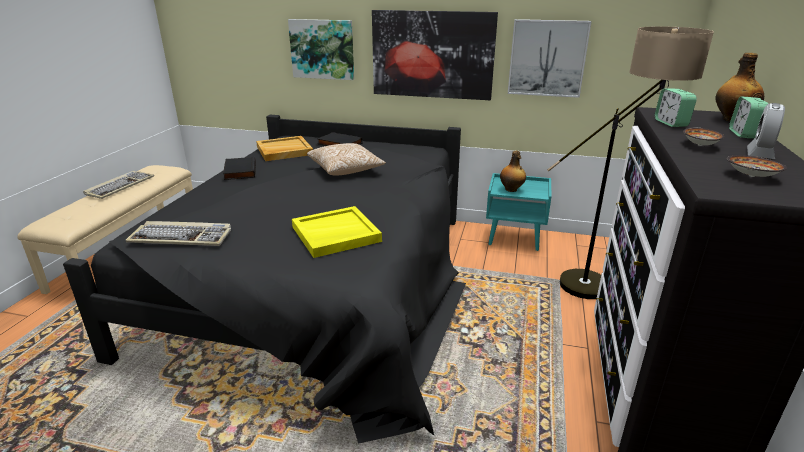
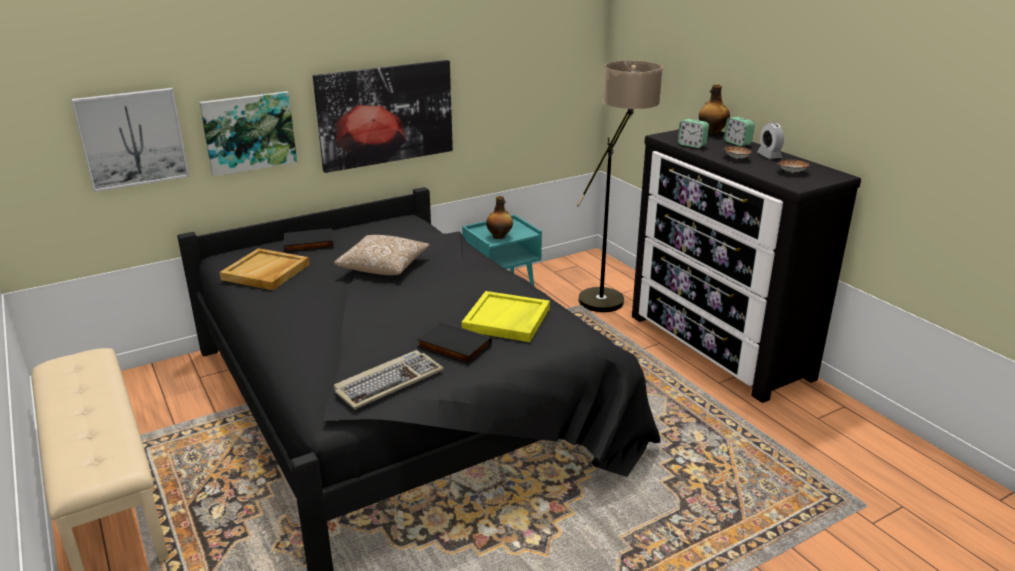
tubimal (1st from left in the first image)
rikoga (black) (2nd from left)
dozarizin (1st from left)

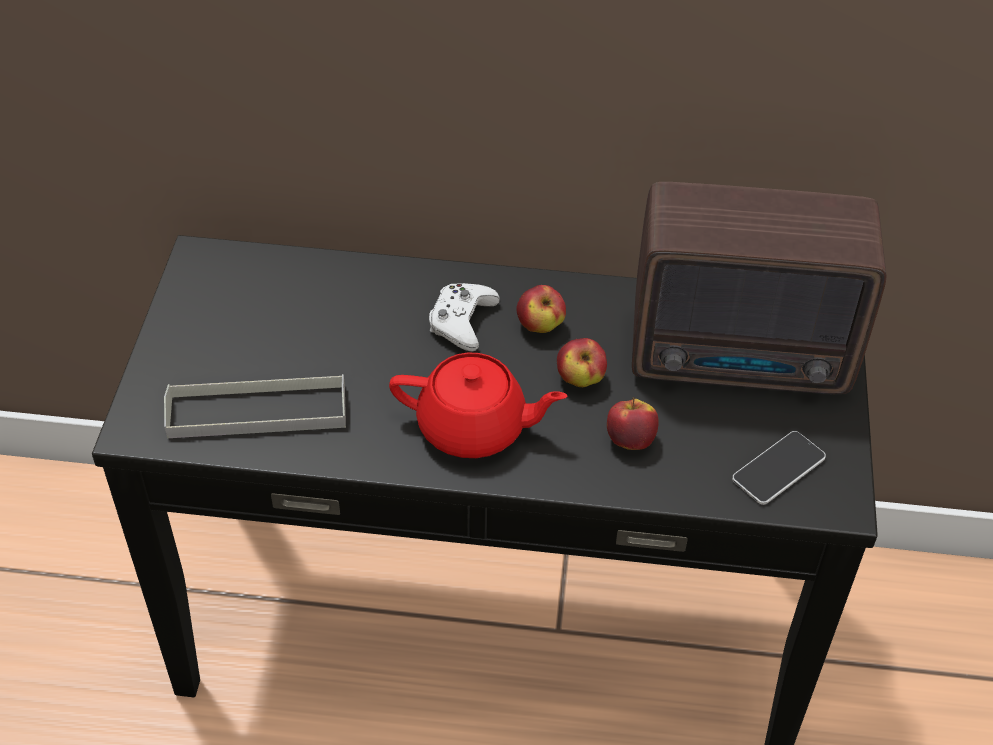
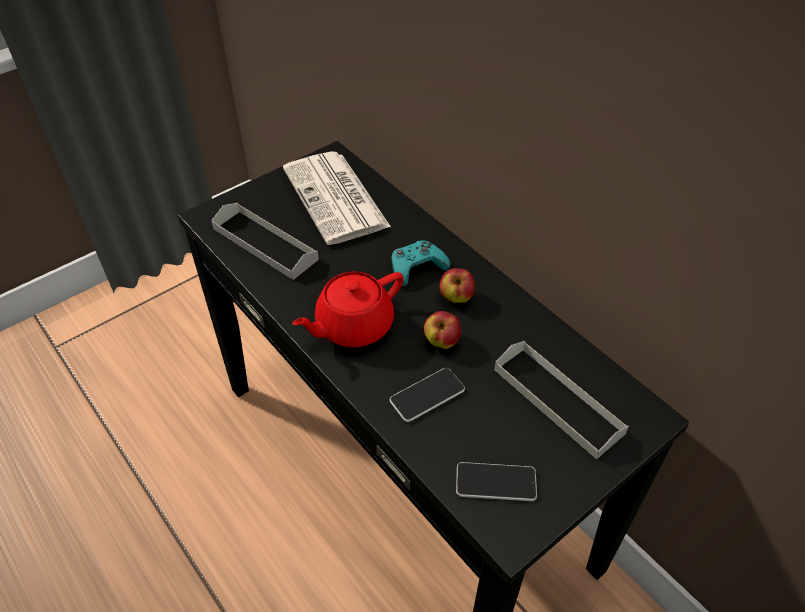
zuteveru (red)
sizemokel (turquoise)
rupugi (1st from left)
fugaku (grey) (2nd from left)
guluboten

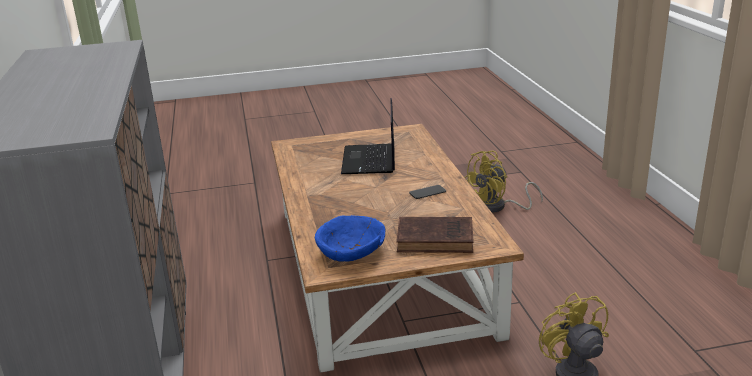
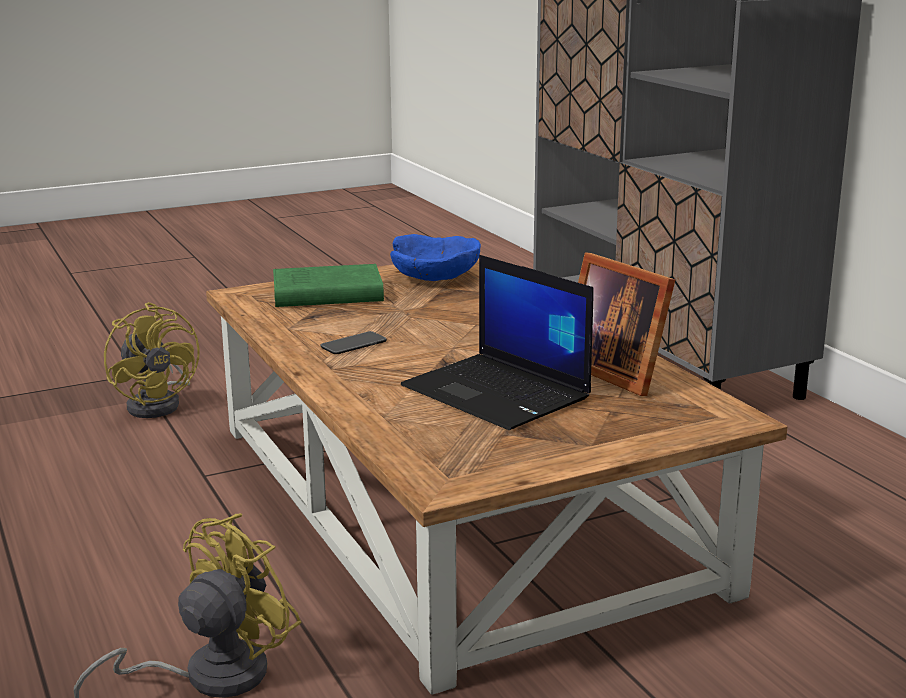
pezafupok
rikoga (green)
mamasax

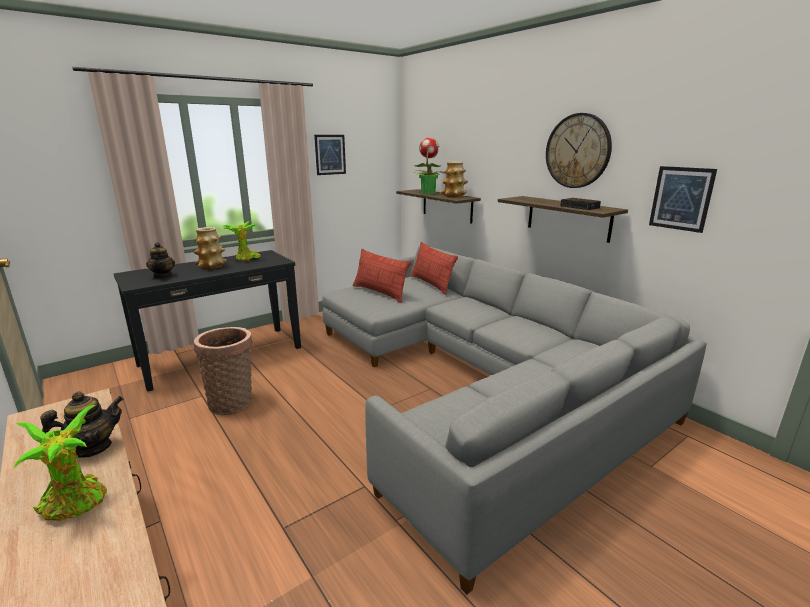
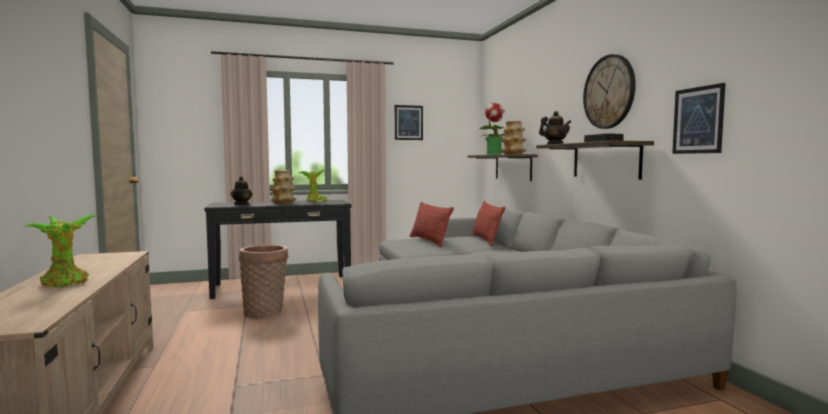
zuteveru (2nd from left)

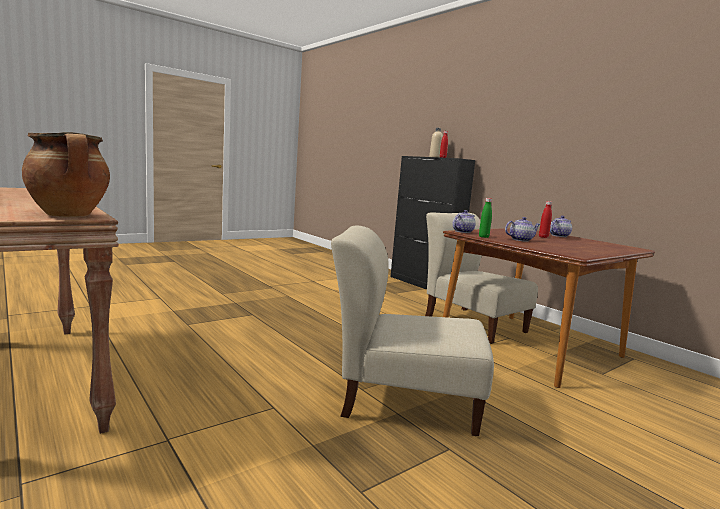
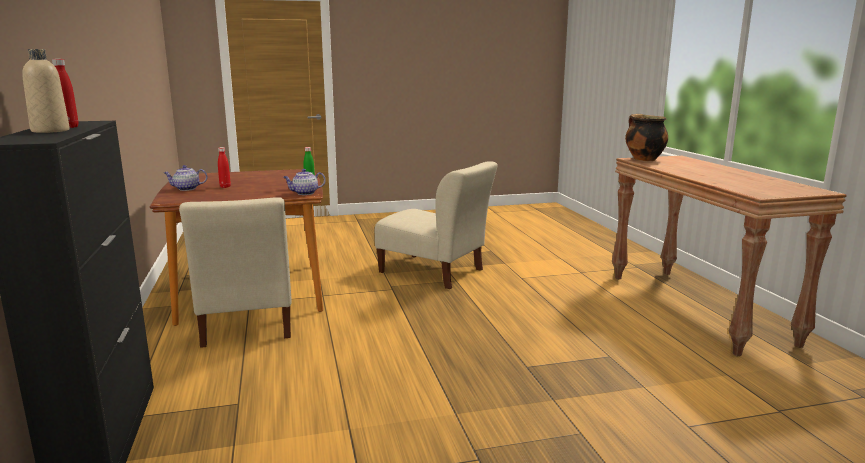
zuteveru (2nd from left in the first image)

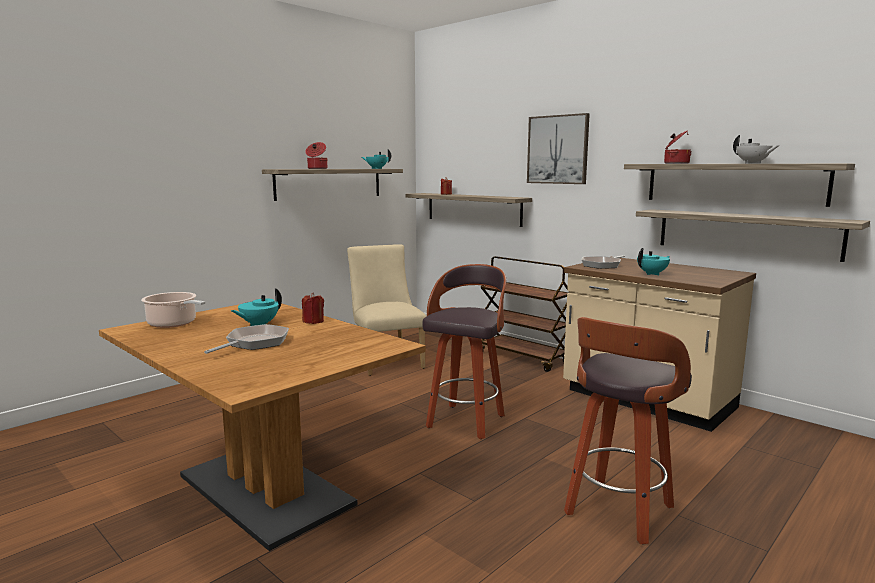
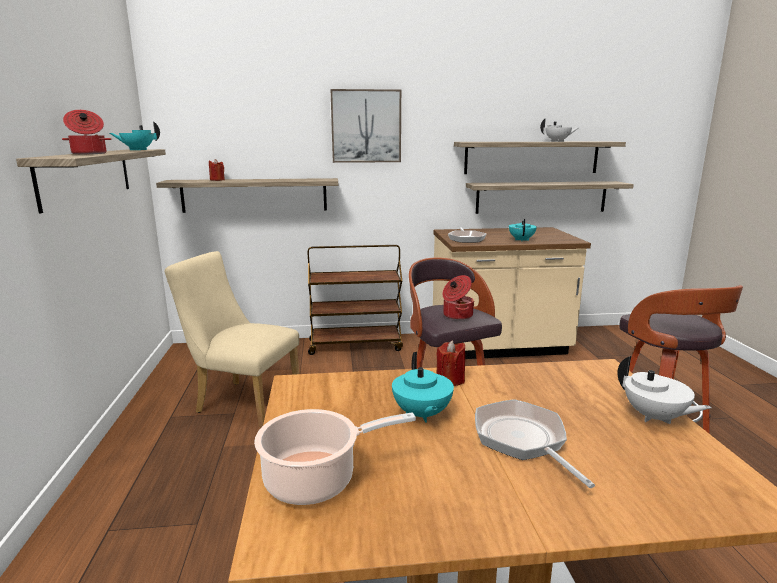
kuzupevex (3rd from left)
zuteveru (white) (2nd from left)

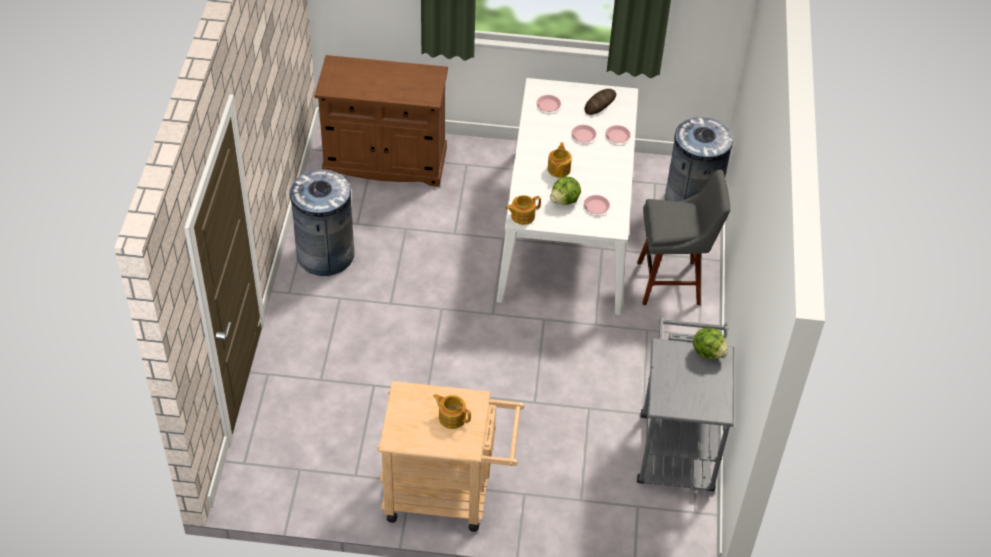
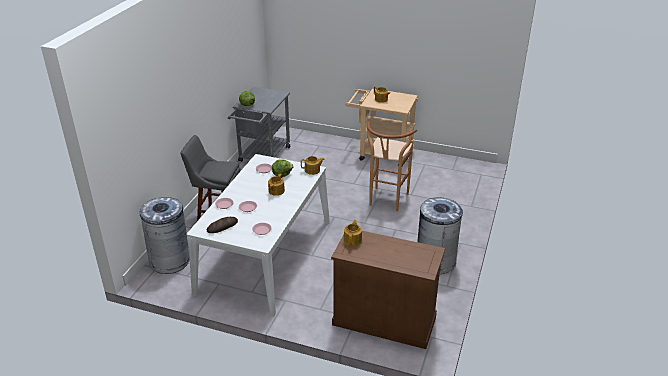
zuteveru (3rd from left)
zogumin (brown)

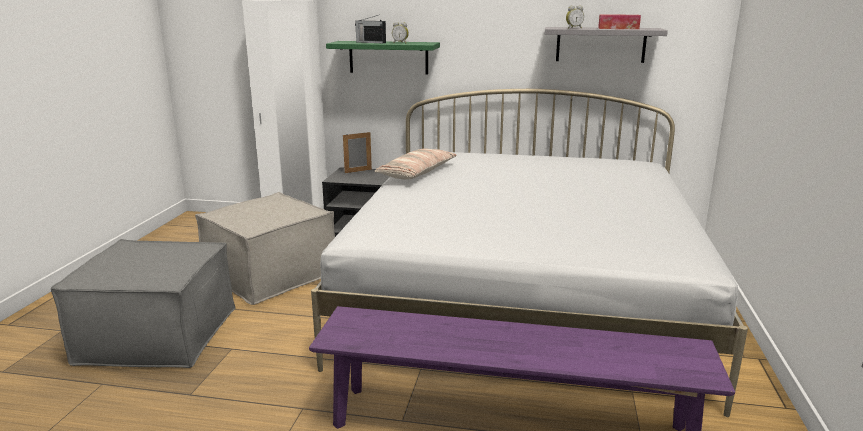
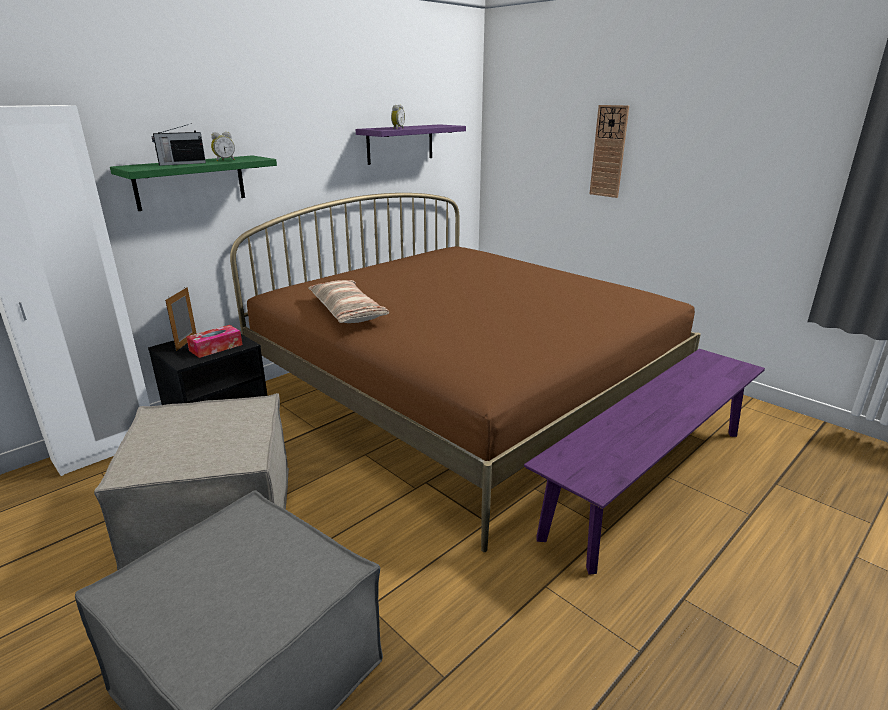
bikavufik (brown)
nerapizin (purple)
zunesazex
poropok

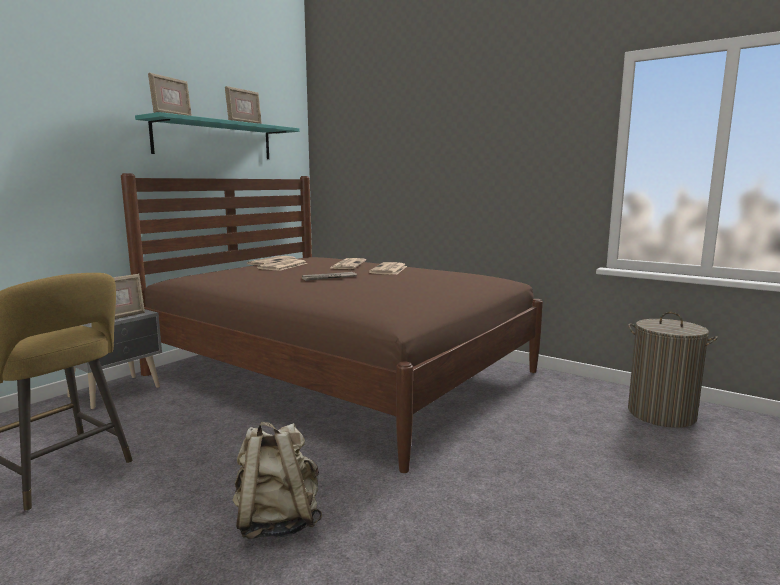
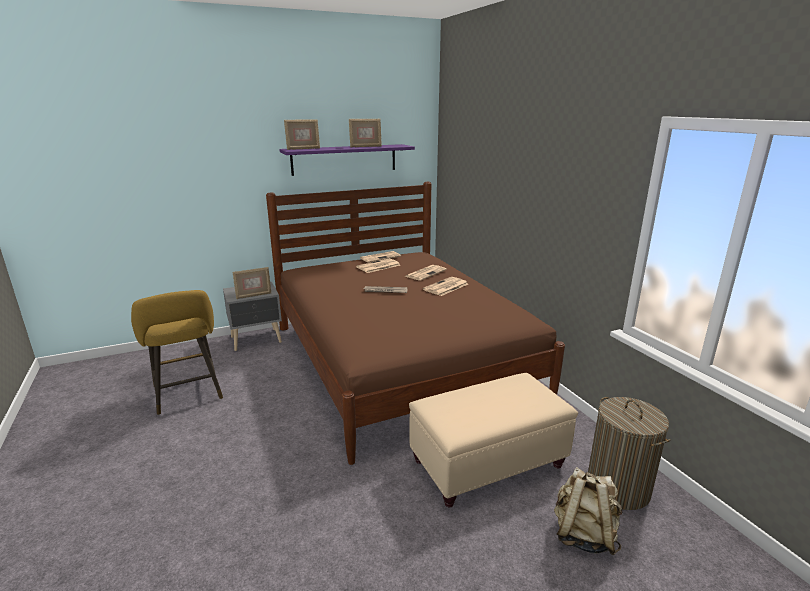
nerapizin (purple)
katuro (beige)
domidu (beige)

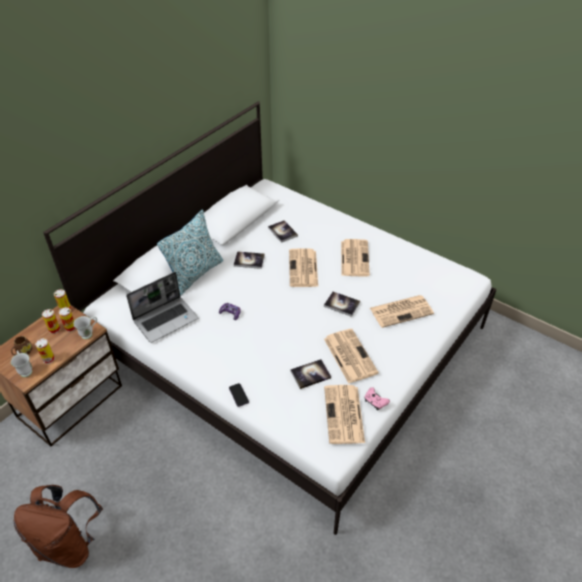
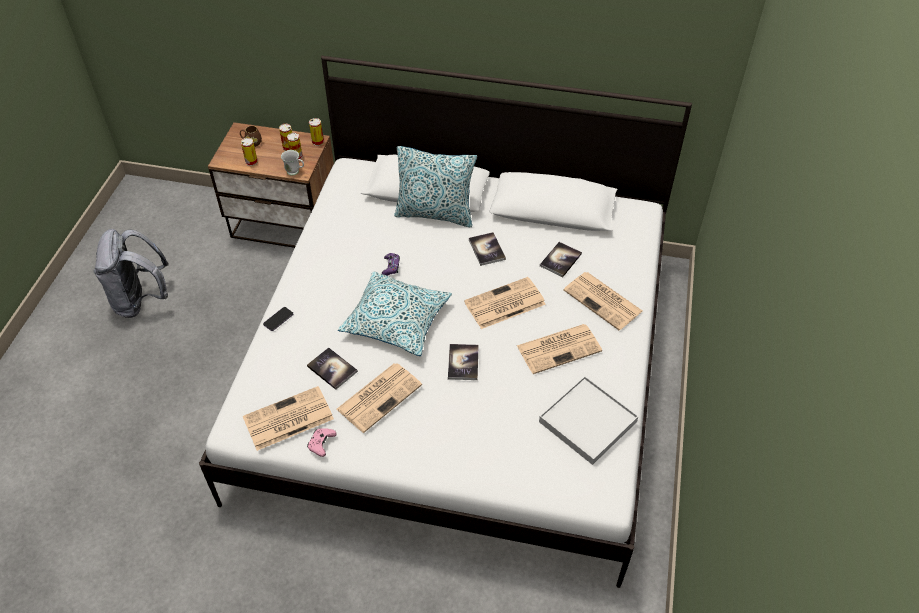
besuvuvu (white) (1st from left in the first image)
katuro (grey)
pezafupok
guluboten (5th from left)
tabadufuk (1st from left)
fugaku (white)

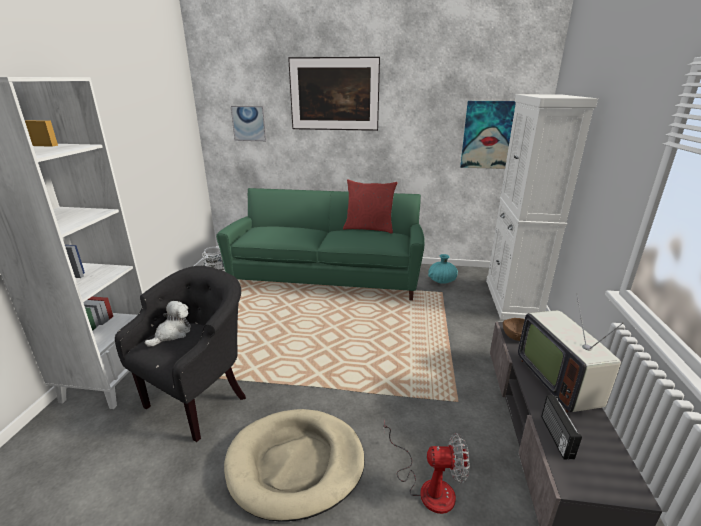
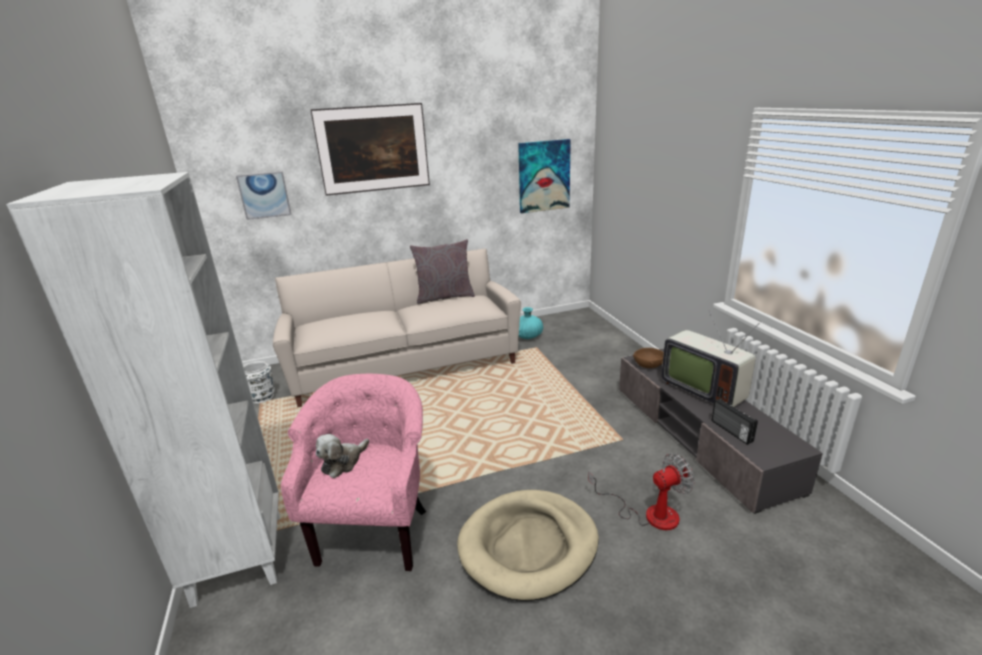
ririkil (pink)
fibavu
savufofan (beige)
tabadufuk (grey)
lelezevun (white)

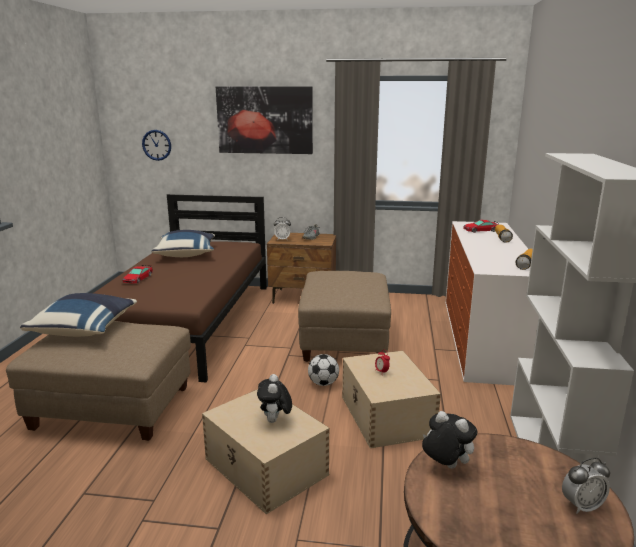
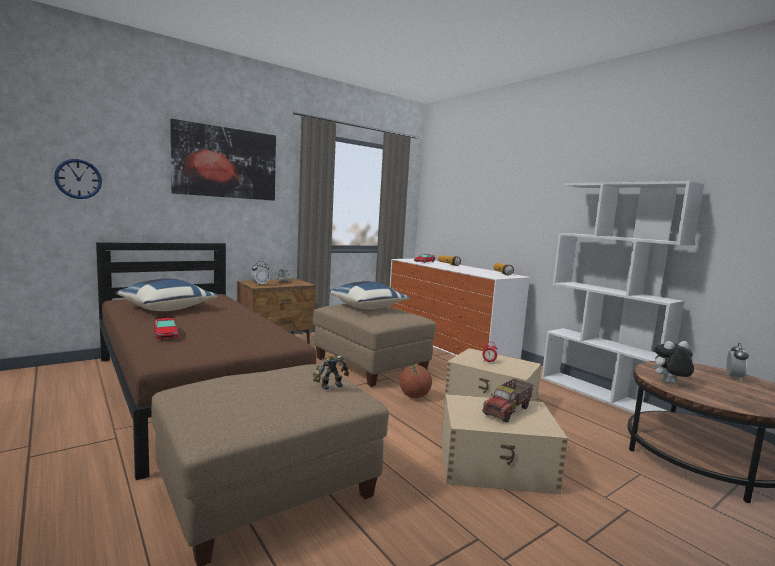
tabadufuk (blue) (2nd from left)
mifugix
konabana
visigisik

